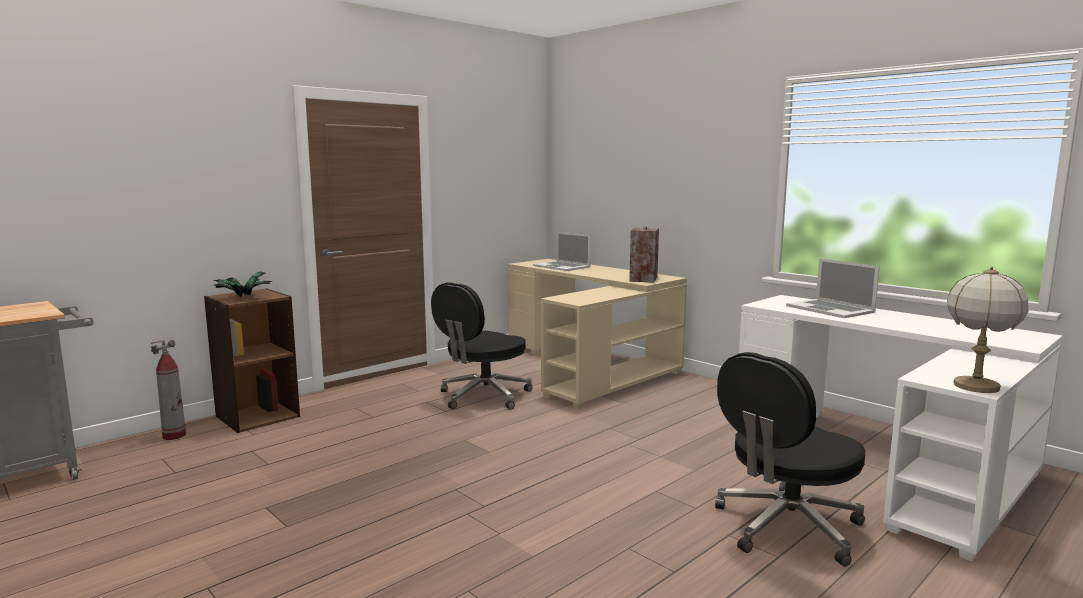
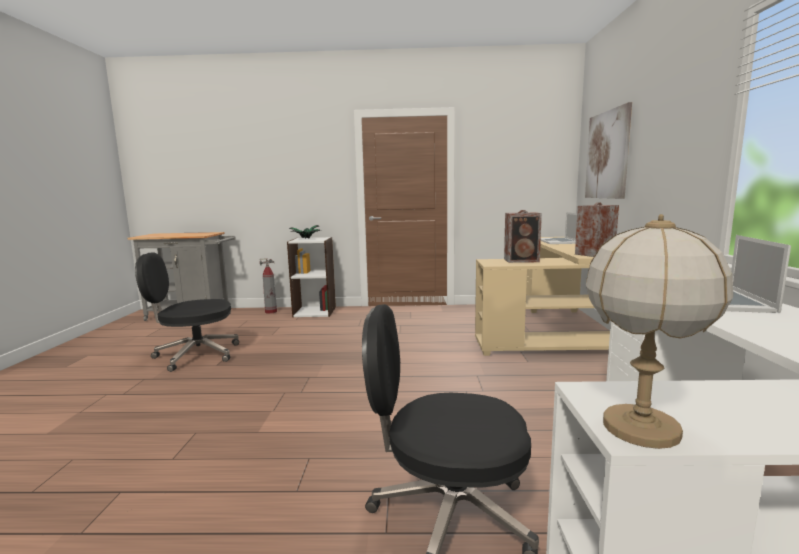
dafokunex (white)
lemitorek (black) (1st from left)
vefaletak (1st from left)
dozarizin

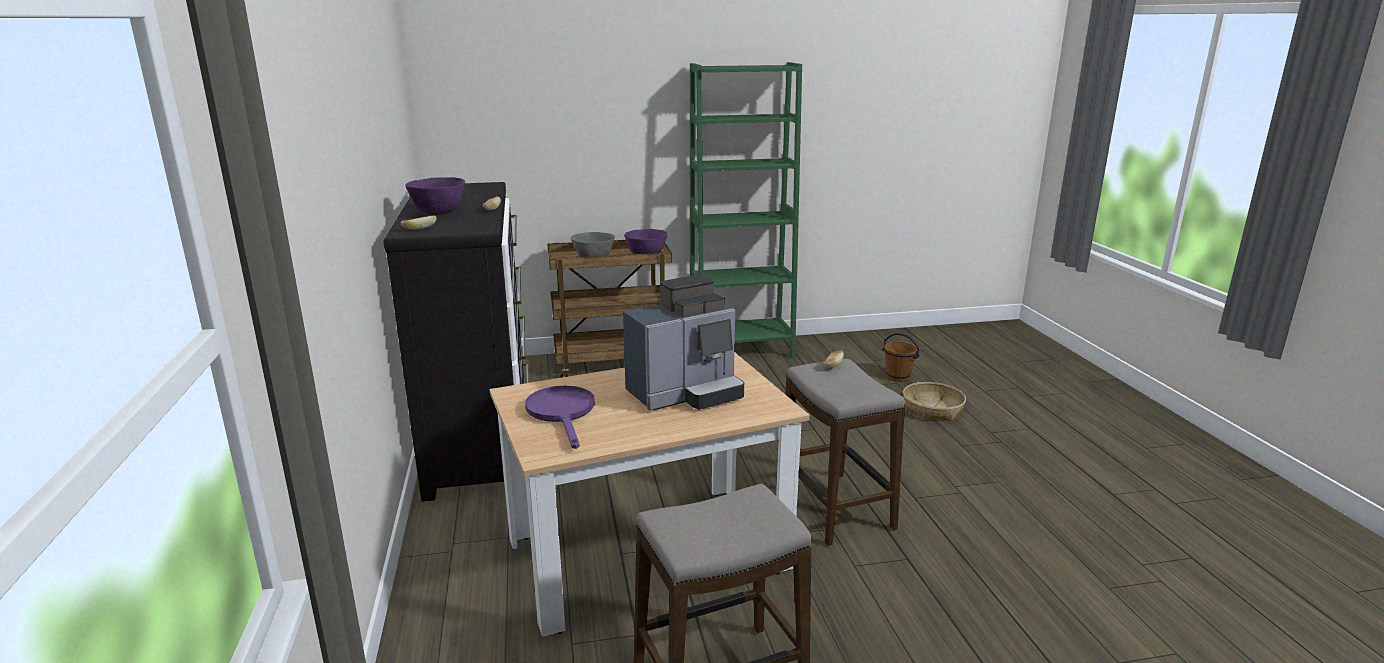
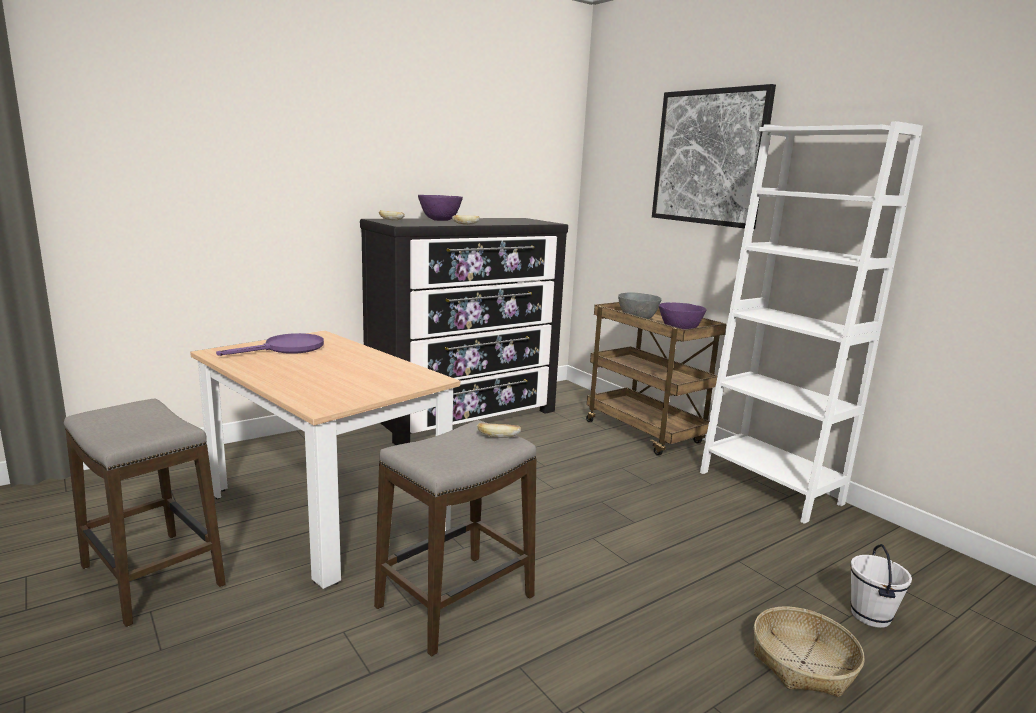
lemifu
dafokunex (white)
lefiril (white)
dozarizin

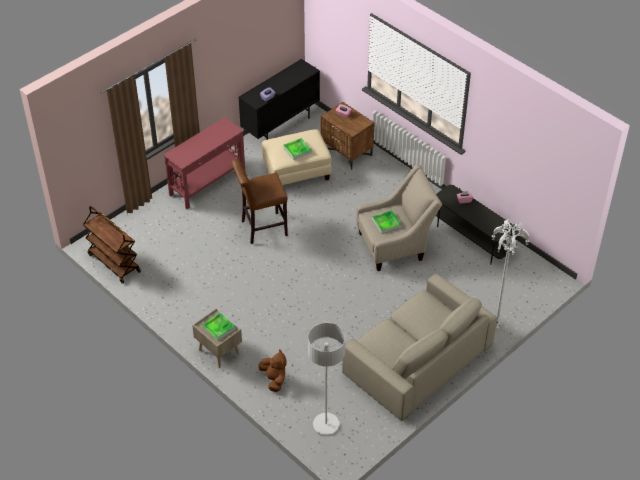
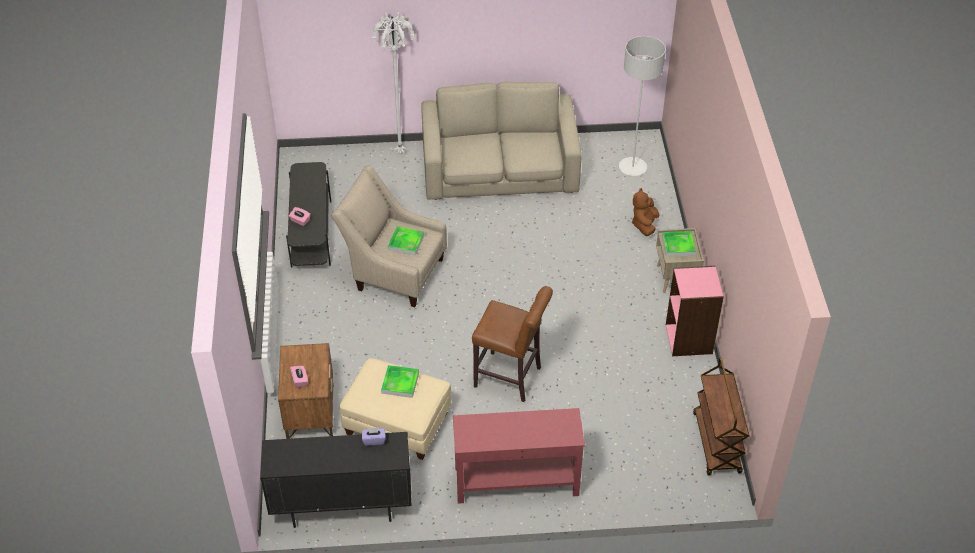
dafokunex (pink)

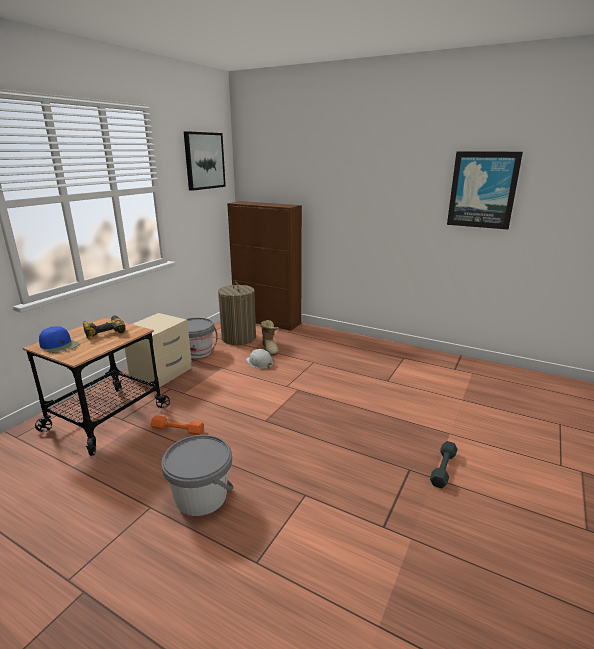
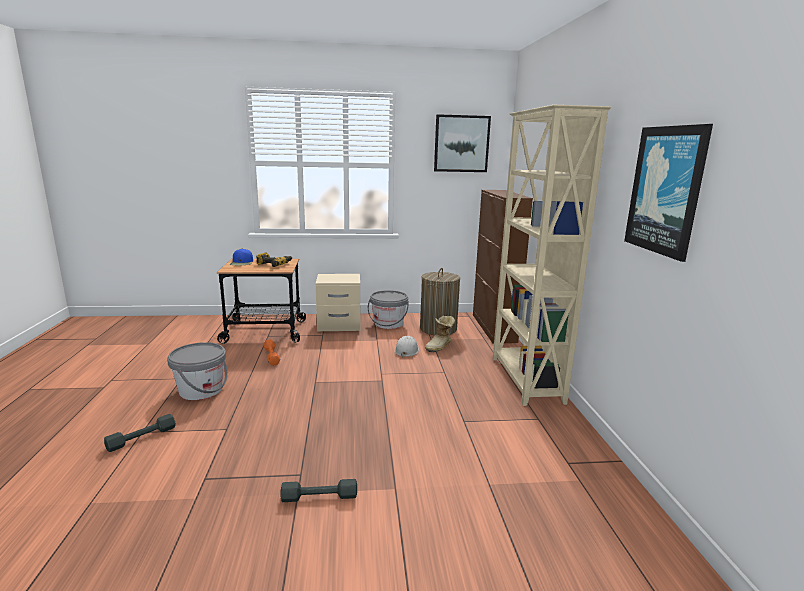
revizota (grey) (1st from left)
dafokunex (beige)

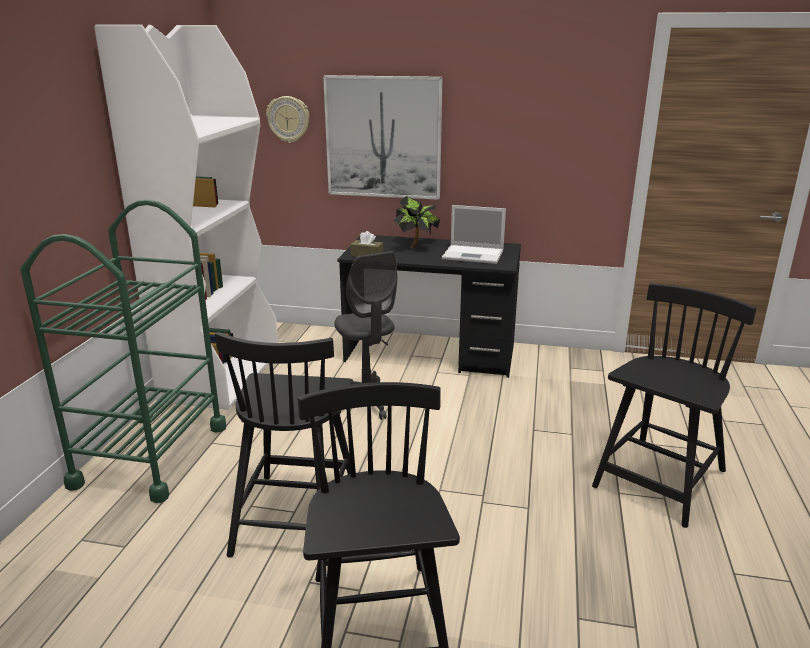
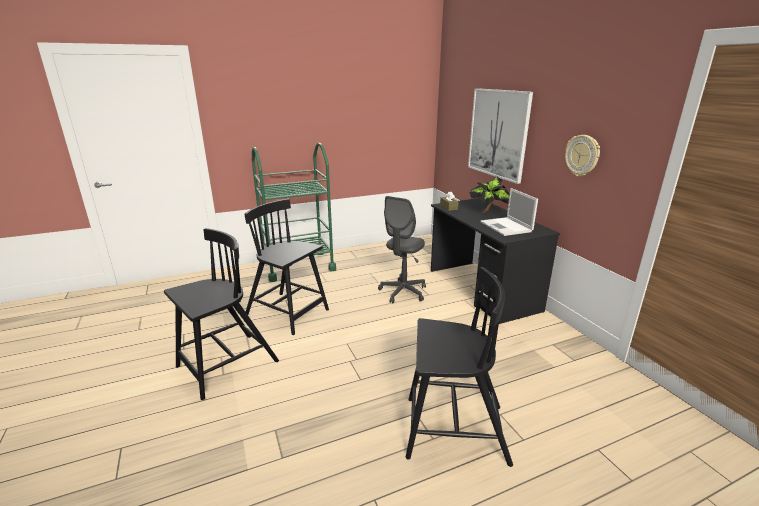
dafokunex (white)
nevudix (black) (2nd from left)
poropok

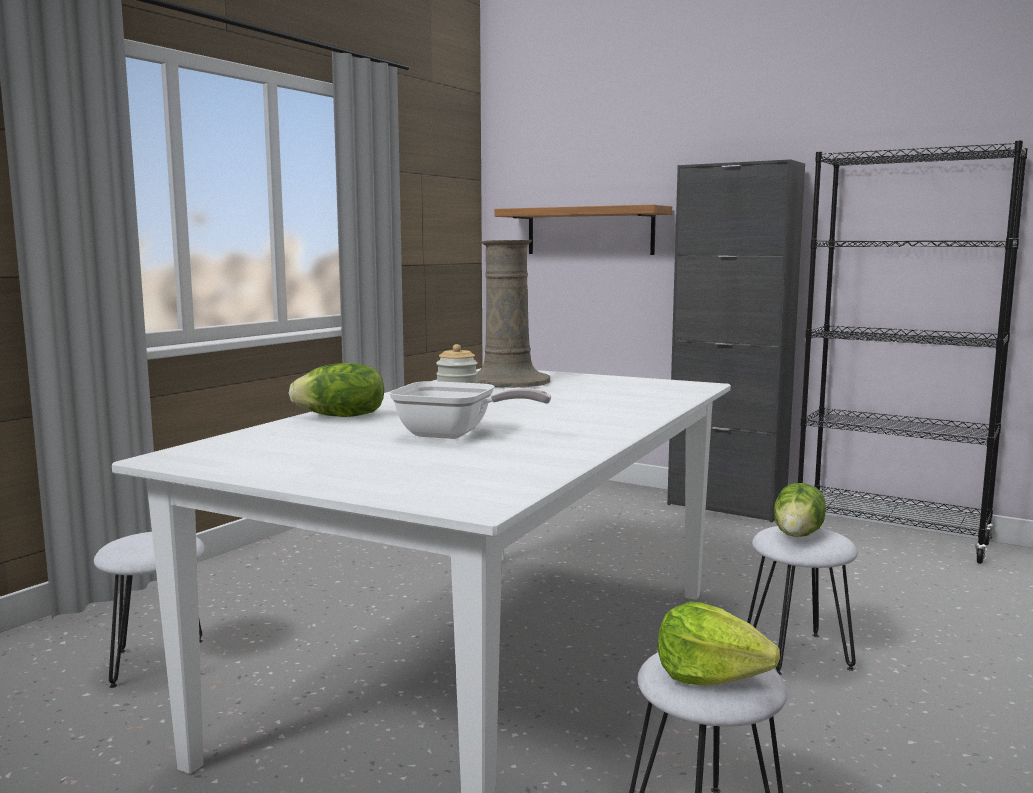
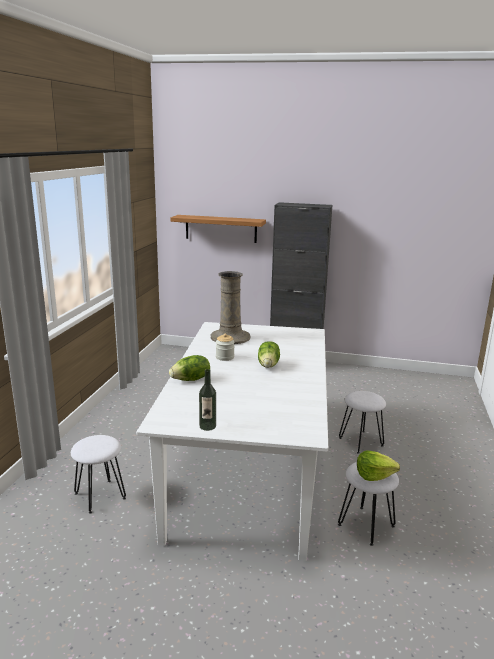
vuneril
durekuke (2nd from left)
dafokunex (black)
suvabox

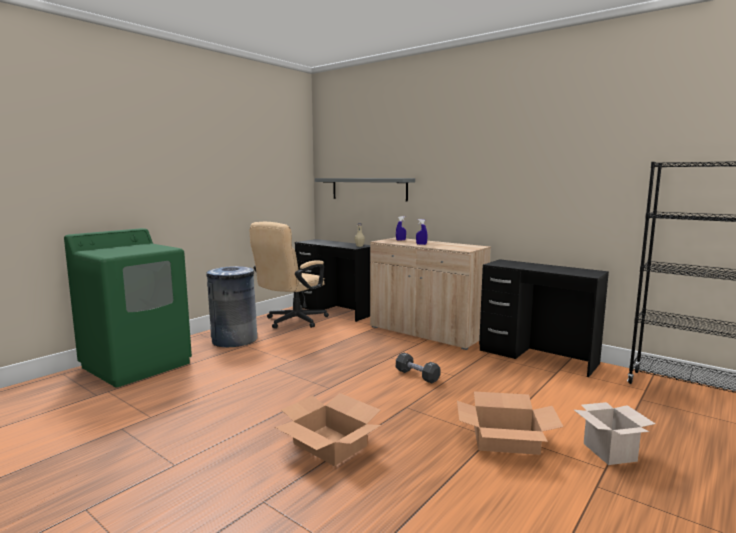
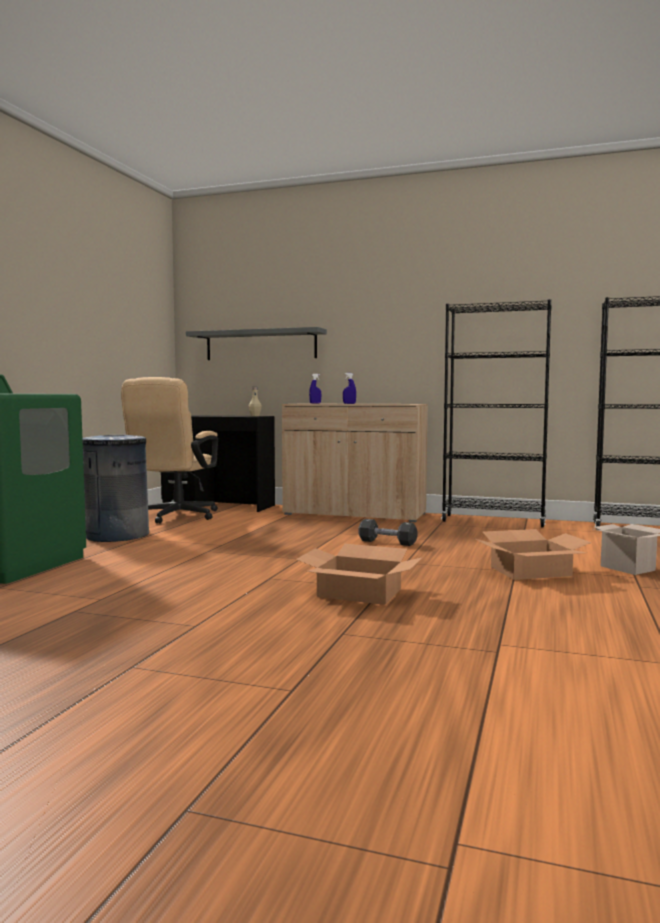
dafokunex (black) (1st from left)

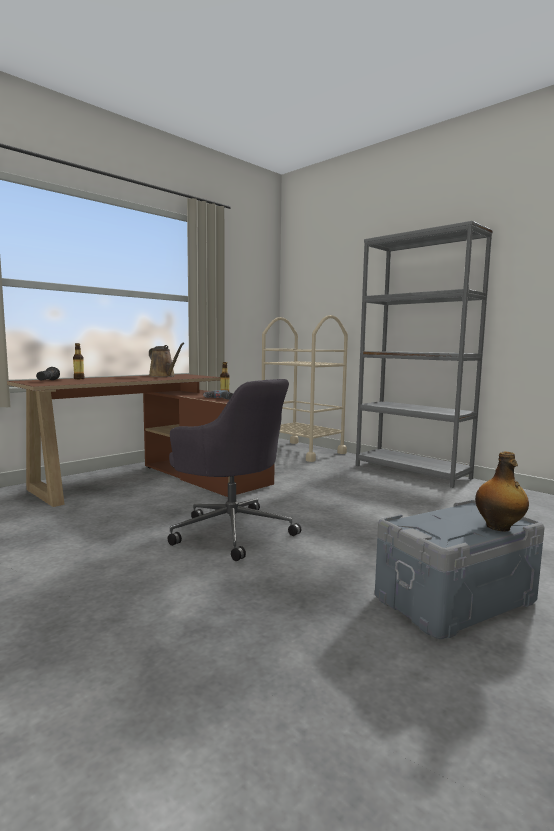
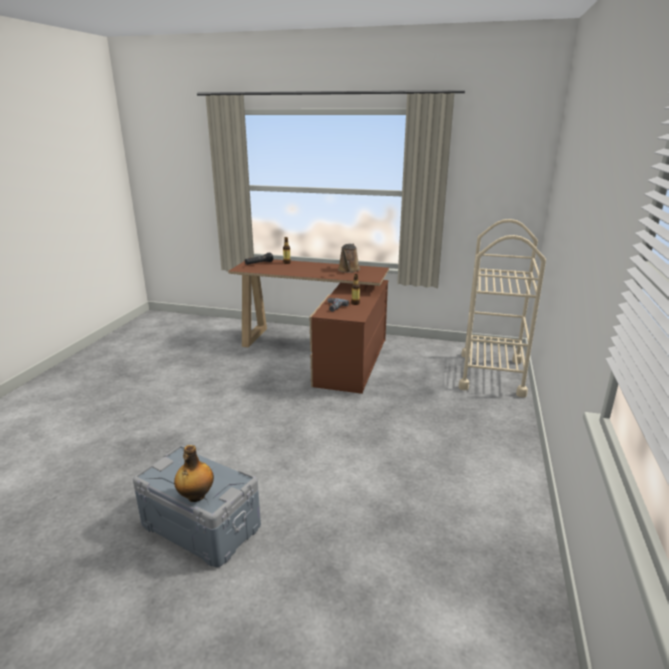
lemitorek (grey)
dafokunex (grey)

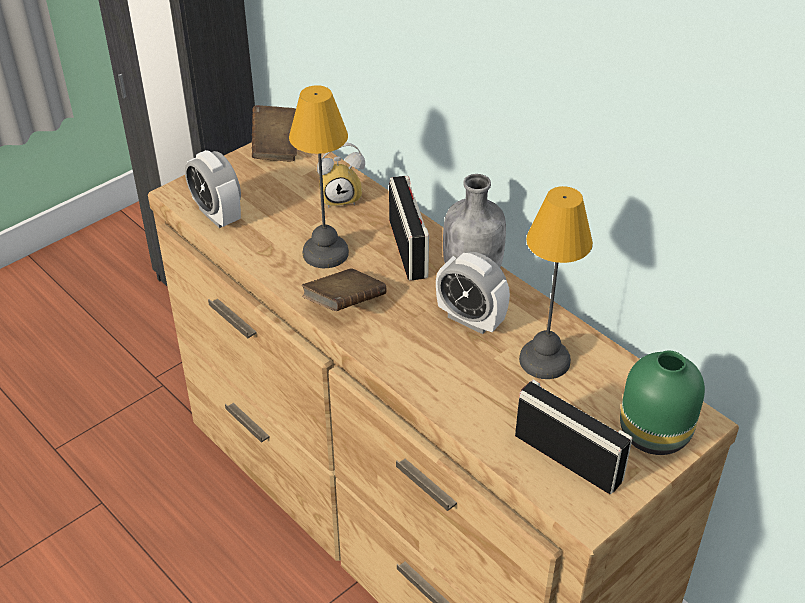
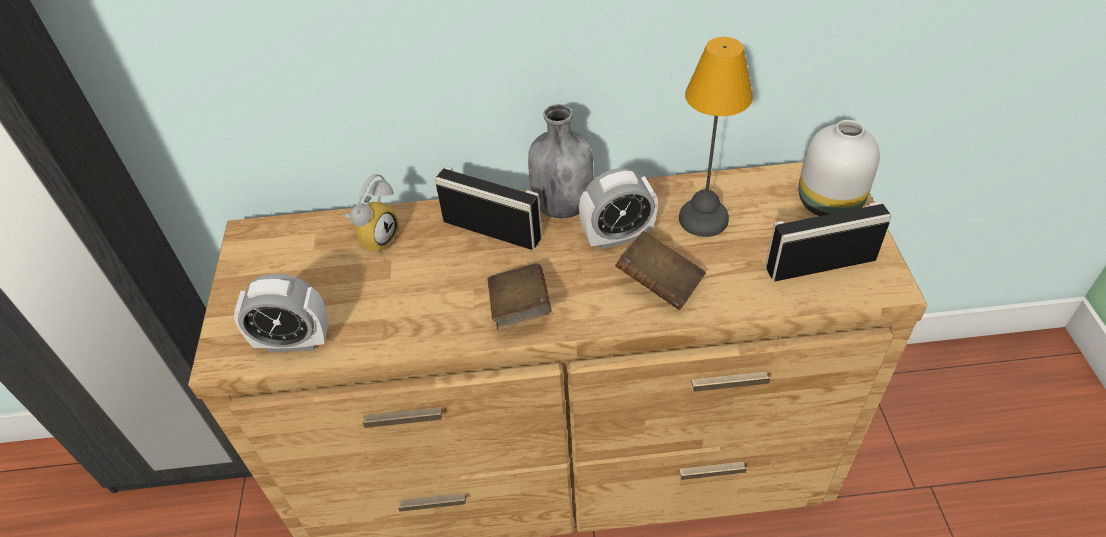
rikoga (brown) (2nd from left)
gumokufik (1st from left in the first image)
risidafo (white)

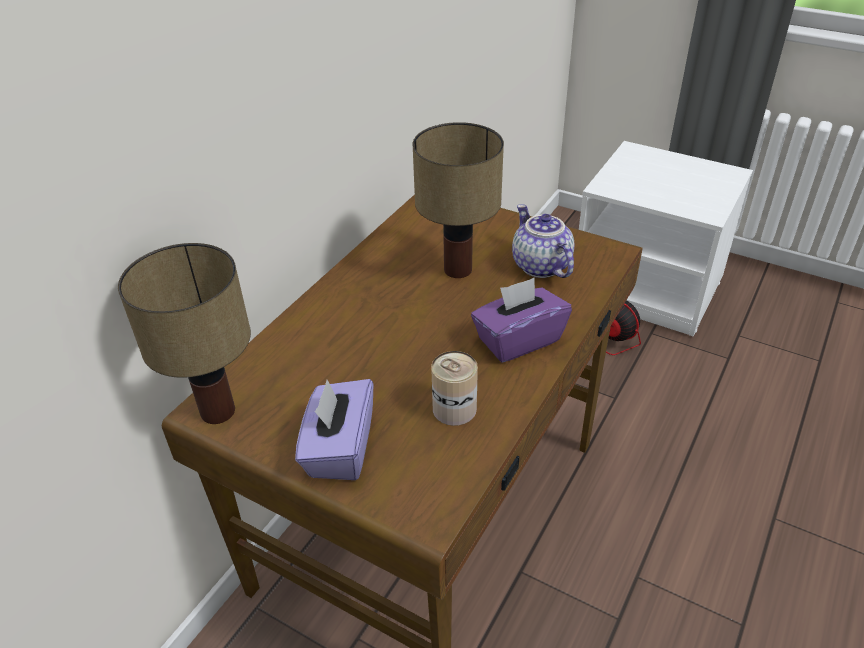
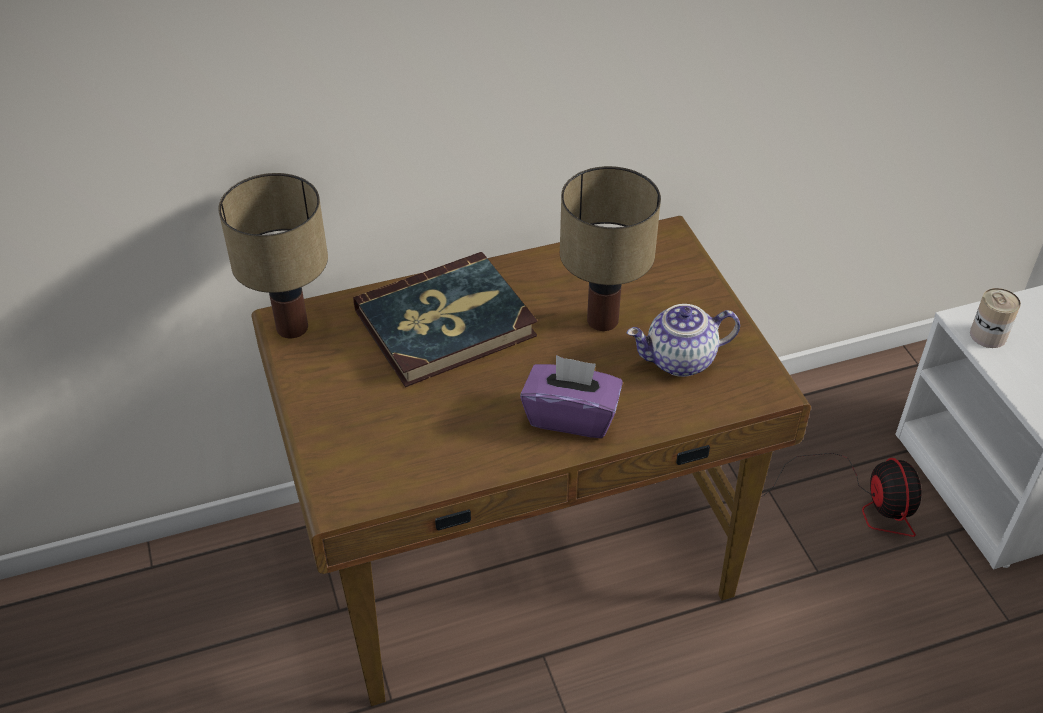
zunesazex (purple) (1st from left in the first image)
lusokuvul
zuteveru
rikoga

